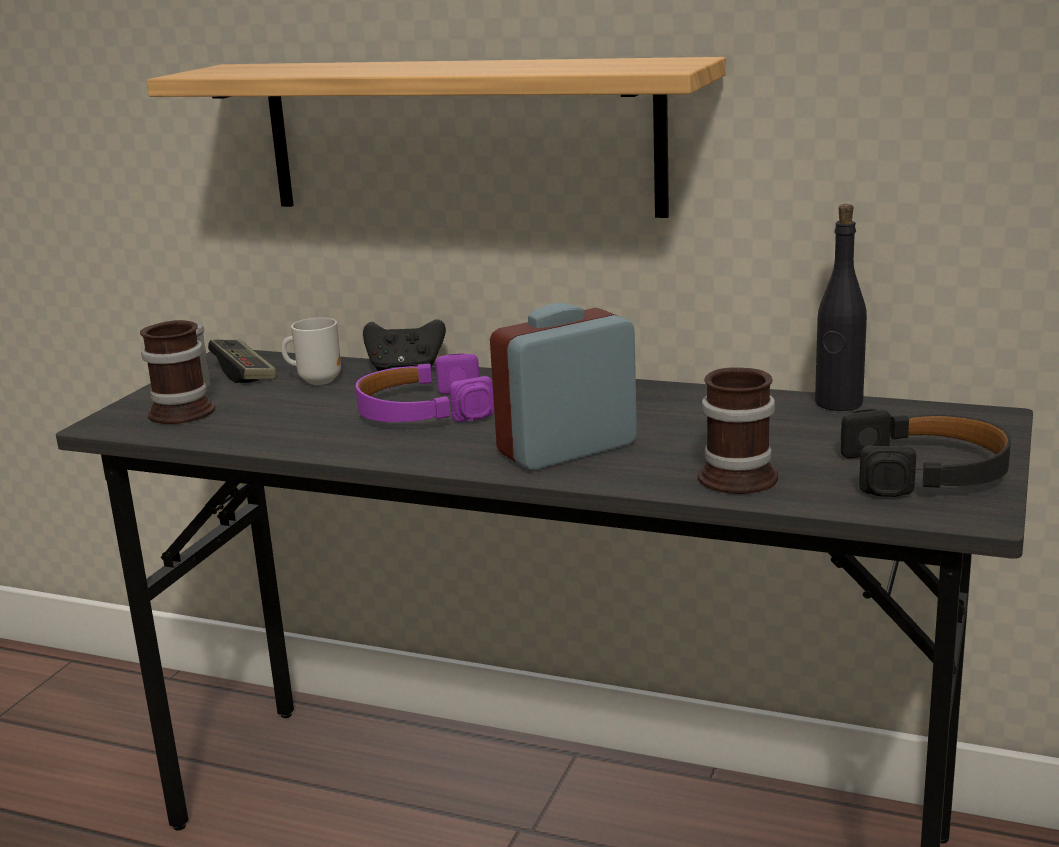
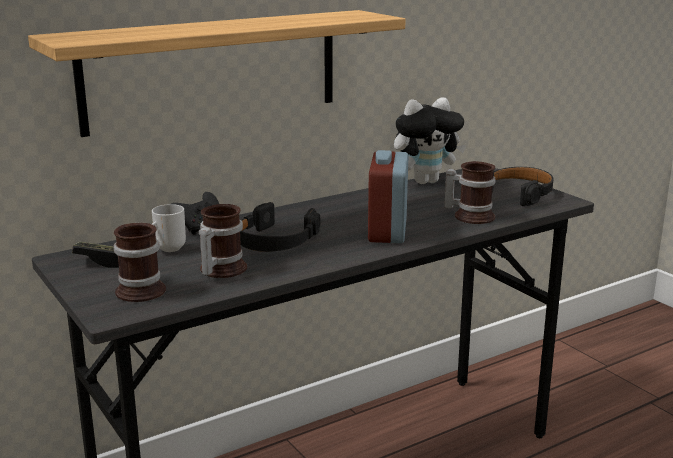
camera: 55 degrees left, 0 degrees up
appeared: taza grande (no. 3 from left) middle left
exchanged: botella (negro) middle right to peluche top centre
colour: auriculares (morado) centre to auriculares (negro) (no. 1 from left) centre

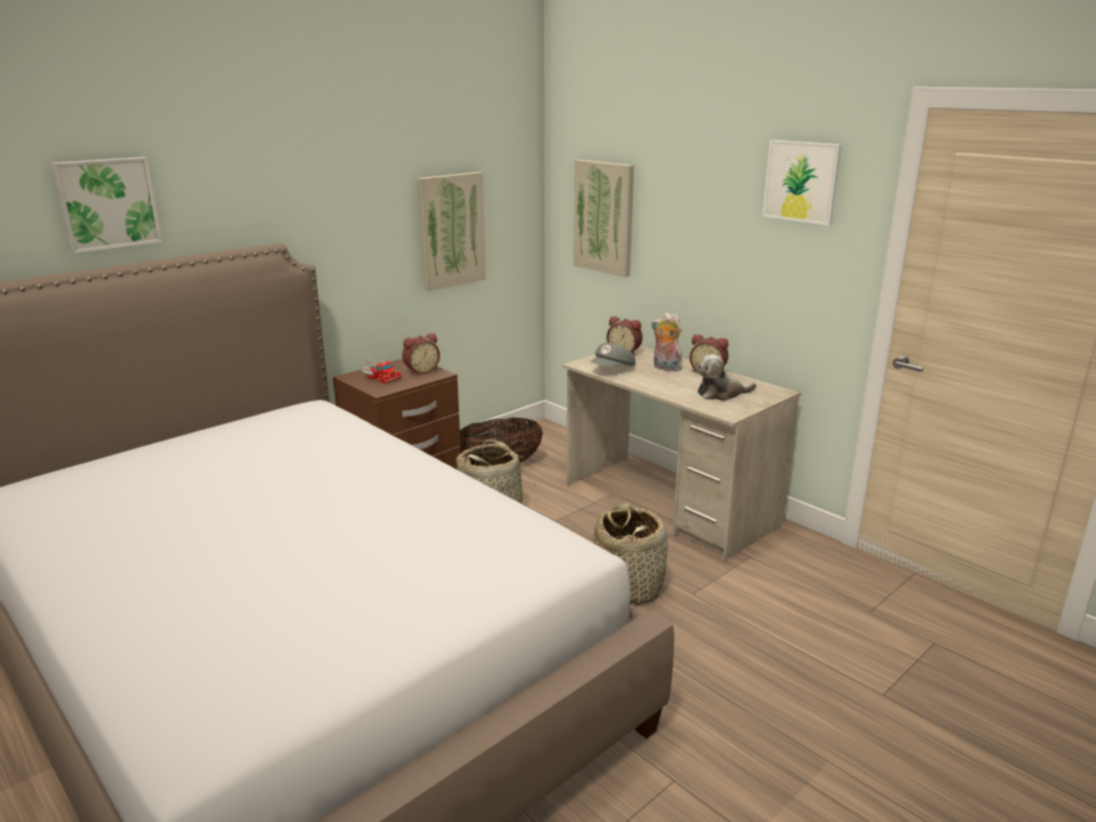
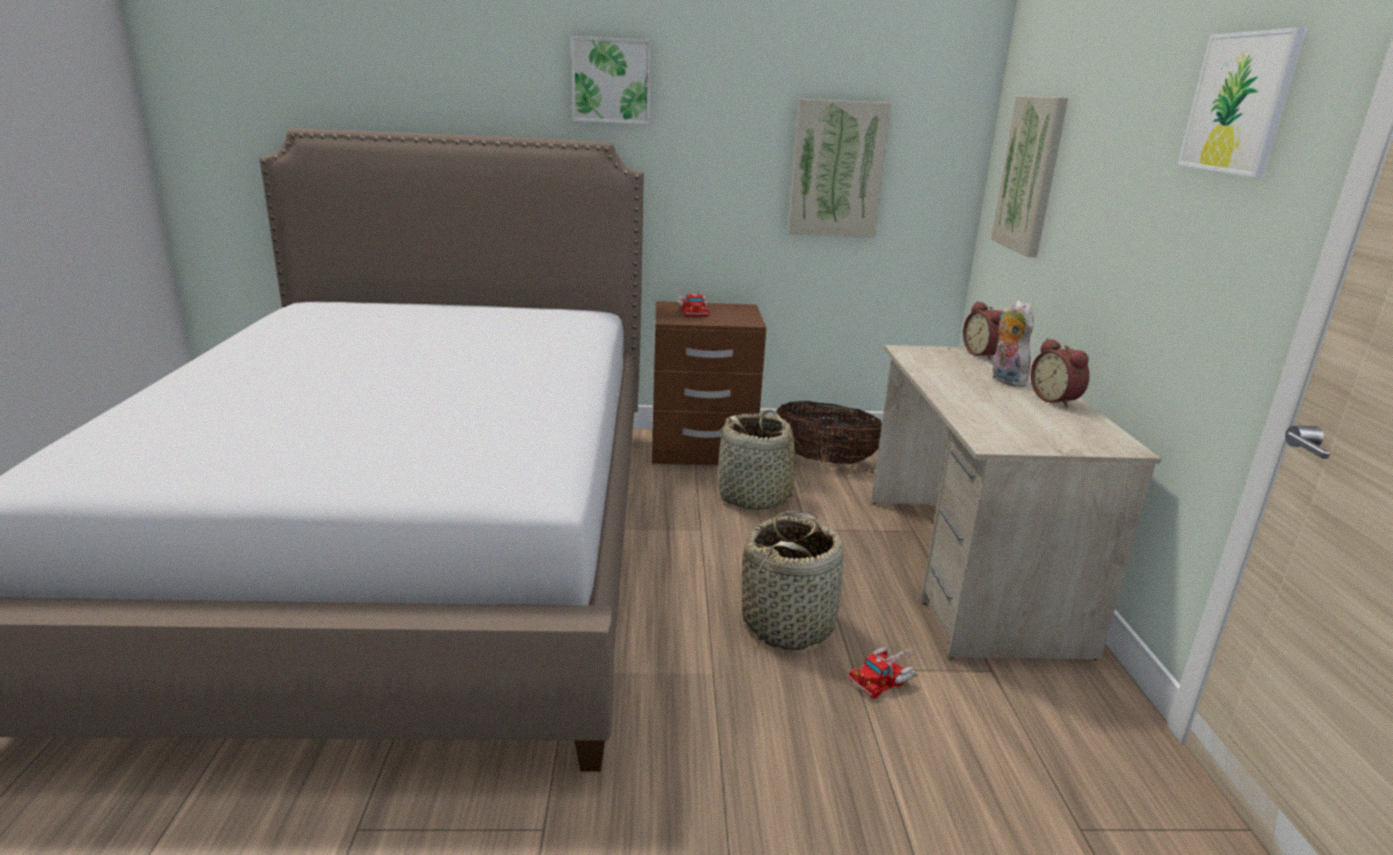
camera: 40 degrees right, 0 degrees up
missing: despertador (no. 1 from left) centre; gorra (gris) centre; peluche (no. 2 from left) centre
appeared: camión de juguete (no. 2 from left) bottom centre
relocated: cuadro (no. 1 from left) top left to top centre

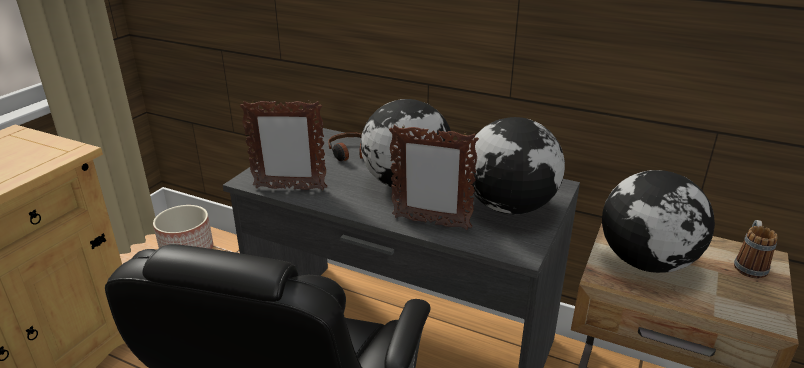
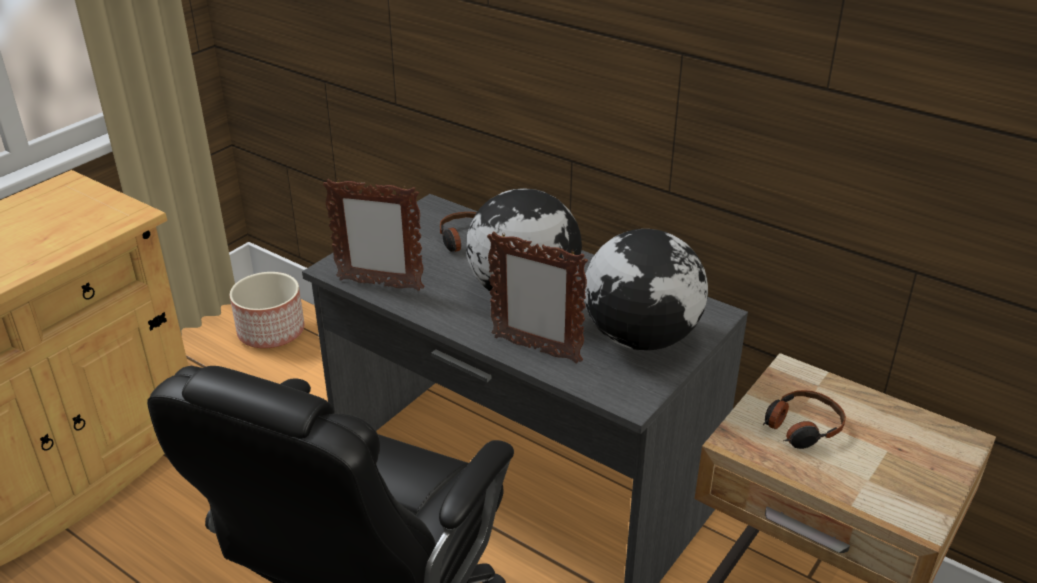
camera: 10 degrees right, 5 degrees up
missing: taza grande bottom right
exchanged: globo terráqueo (no. 3 from left) middle right to auriculares (no. 2 from left) bottom right

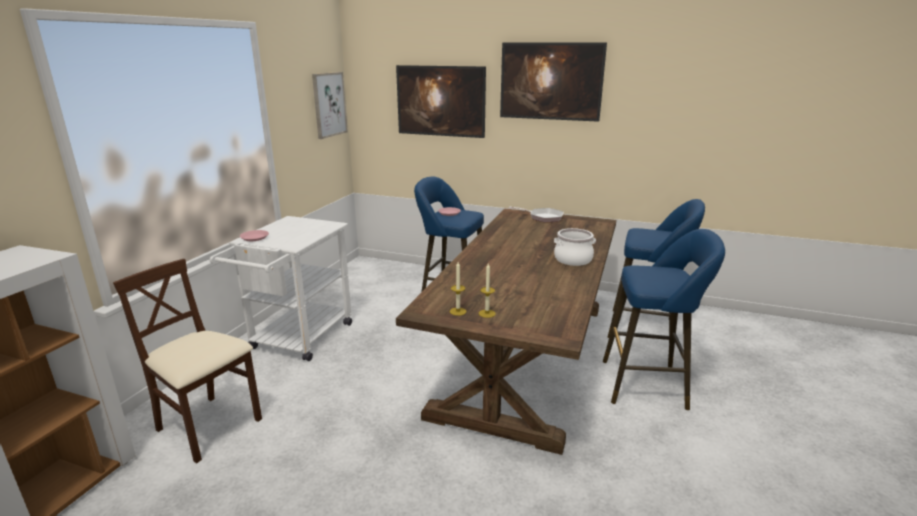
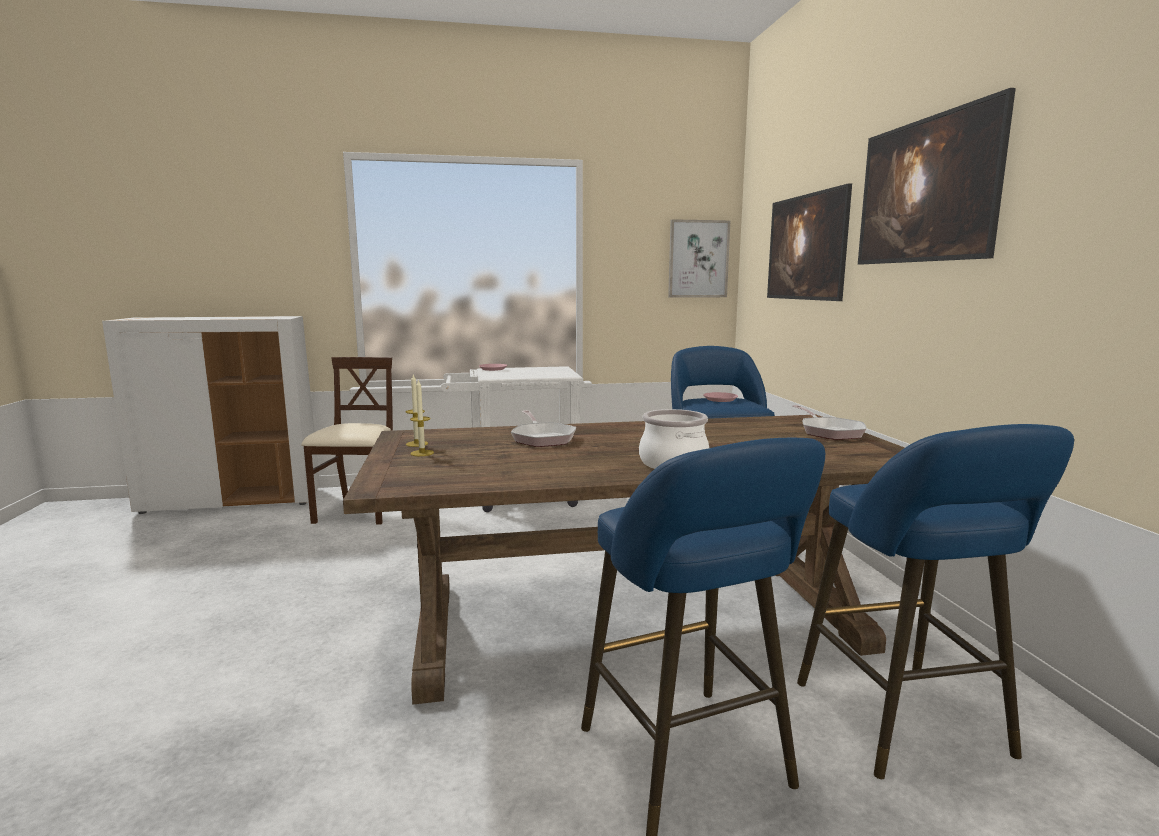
camera: 60 degrees right, 10 degrees down
appeared: sartén (no. 1 from left) centre

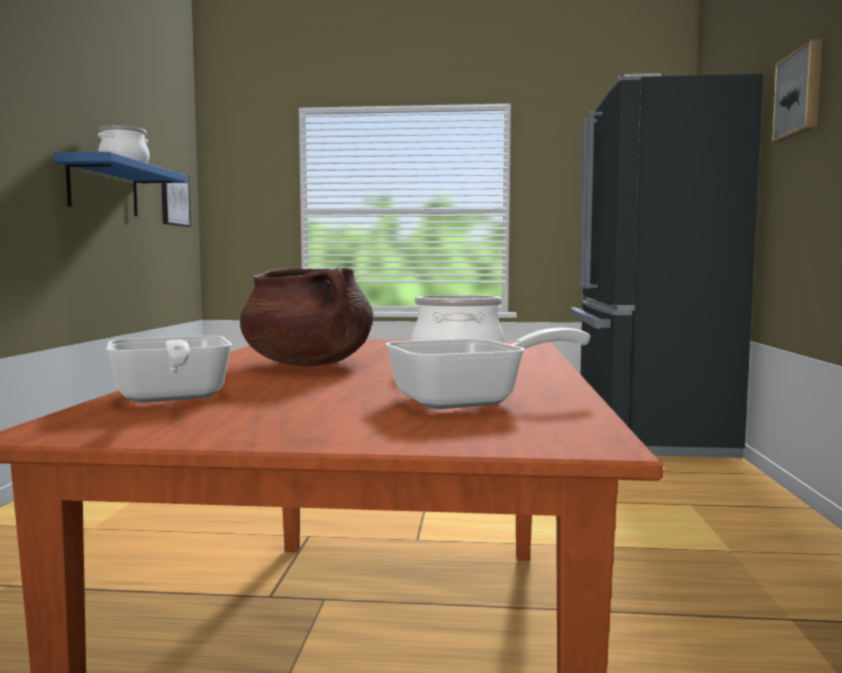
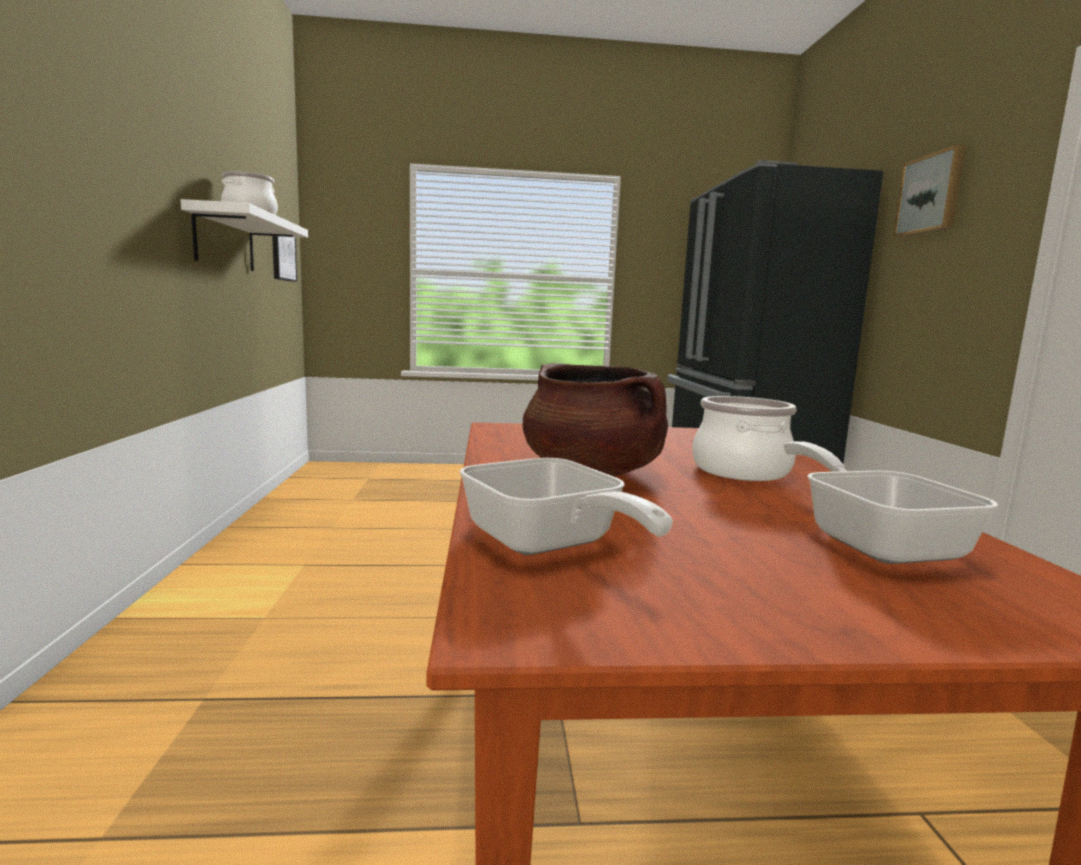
camera: 10 degrees left, 5 degrees up
colour: estante (azul) top left to estante (blanco) top left
spun: sartén (no. 2 from left) centre = middle right 75 degrees counterclockwise

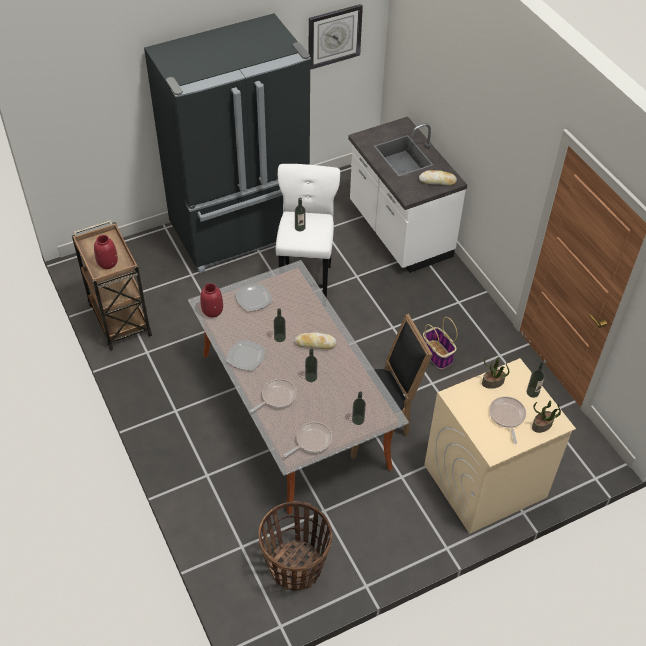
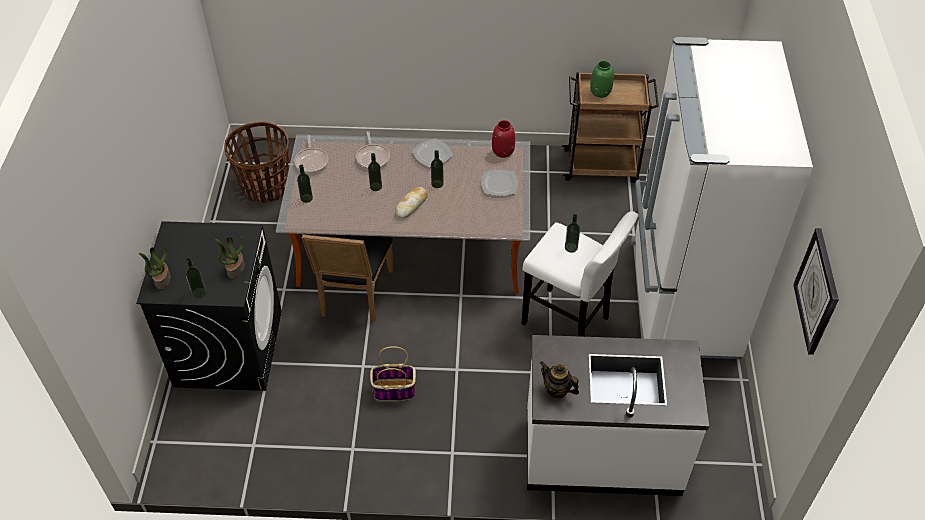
camera: 120 degrees right, 0 degrees up
missing: sartén (no. 3 from left) middle right
exchanged: pan (no. 2 from left) top right to tetera bottom centre
colour: lavadora (beis) bottom right to lavadora (negro) middle left; florero (rojo) (no. 1 from left) middle left to florero (verde) top centre; nevera (negro) top centre to nevera (blanco) middle right

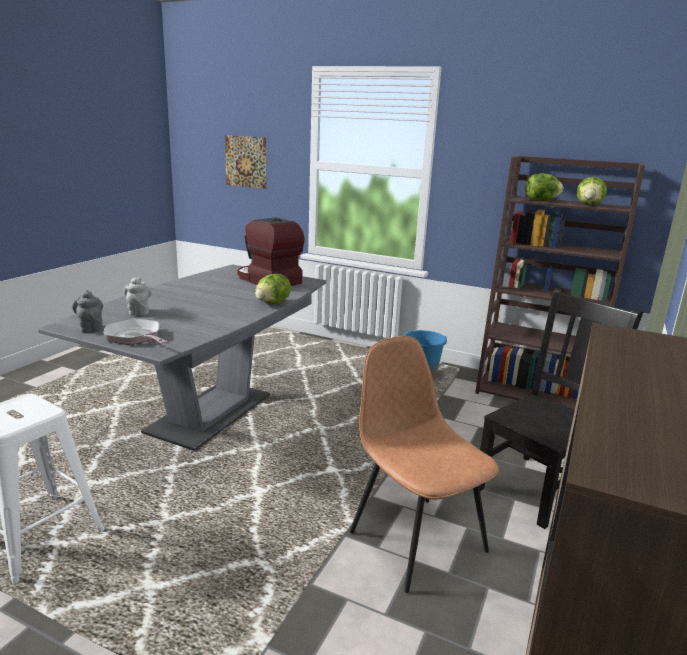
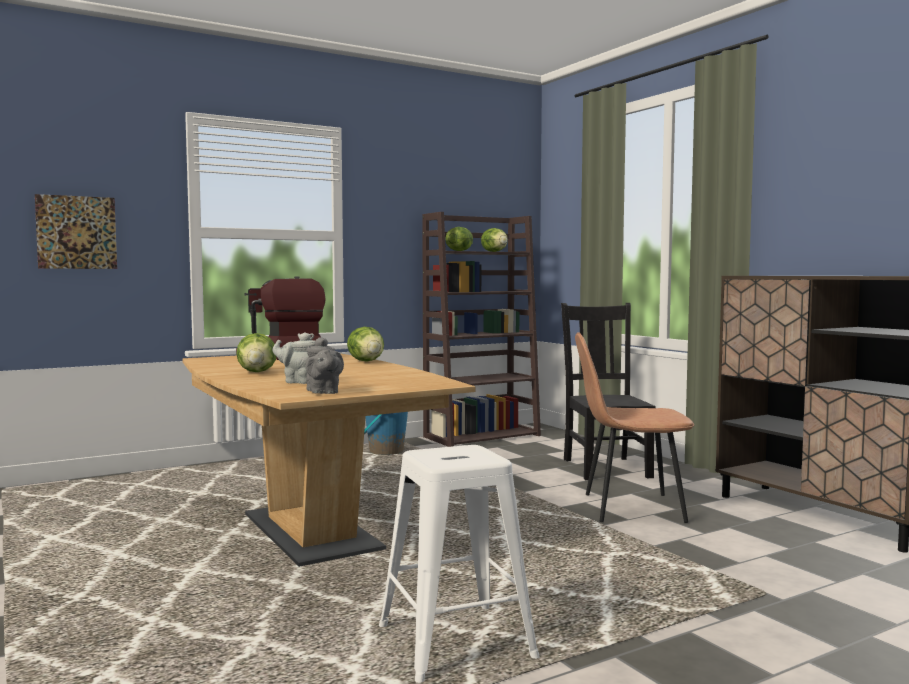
camera: 55 degrees left, 15 degrees down
missing: sartén middle left
appeared: lechuga (no. 1 from left) middle left
colour: mesa de comedor (gris) middle left to mesa de comedor (marrón) bottom centre
spun: tetera (gris) (no. 1 from left in the first image) middle left = centre 120 degrees counterclockwise

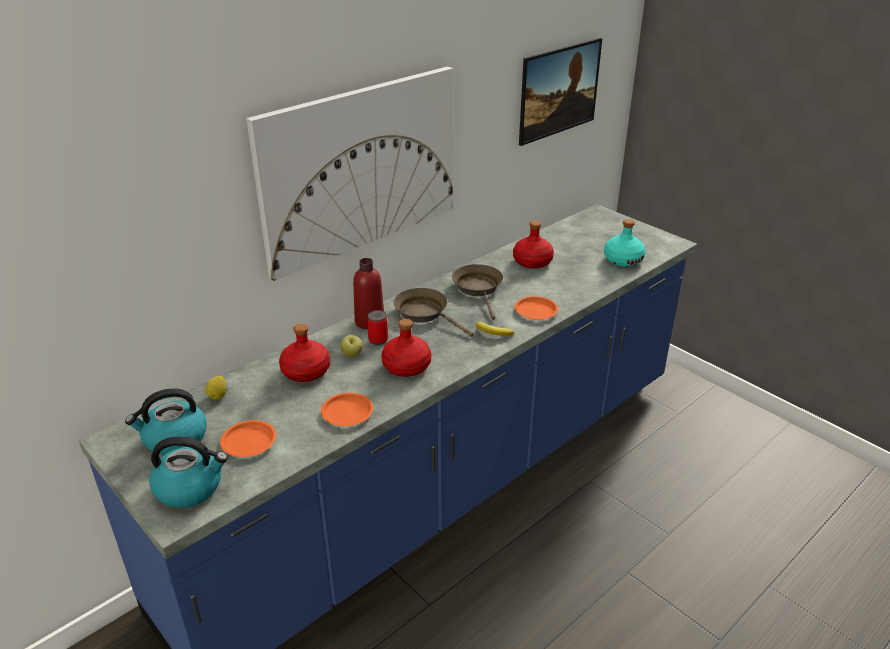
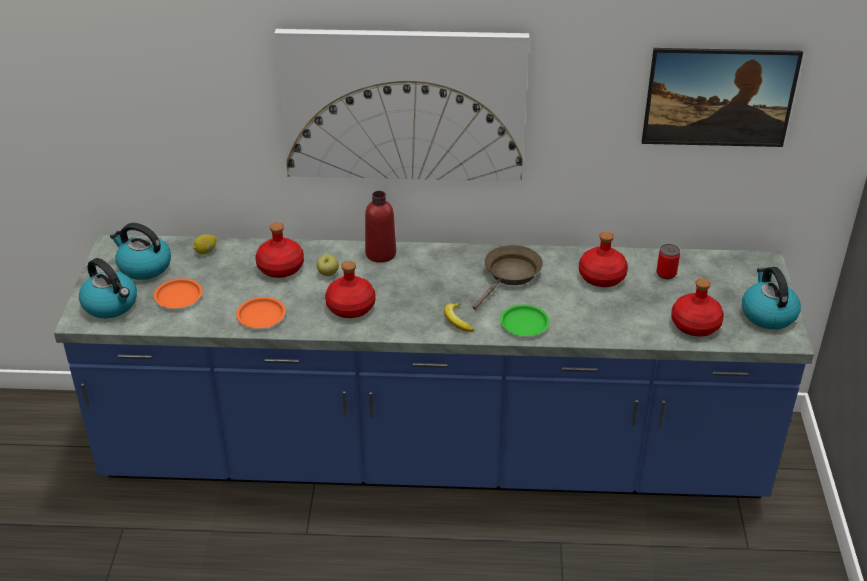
camera: 45 degrees right, 5 degrees up
missing: sartén (marrón) (no. 1 from left) centre
appeared: hervidor (no. 3 from left) middle right
relocated: lata centre to middle right
colour: plato (naranja) (no. 3 from left) centre to plato (verde) centre; botella (turquesa) middle right to botella (rojo) (no. 5 from left) middle right

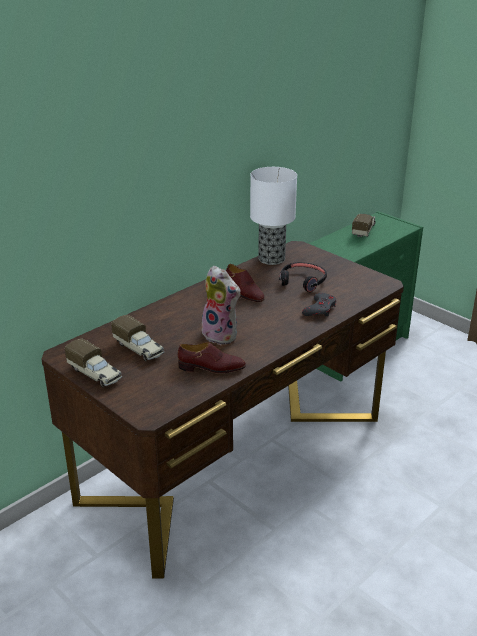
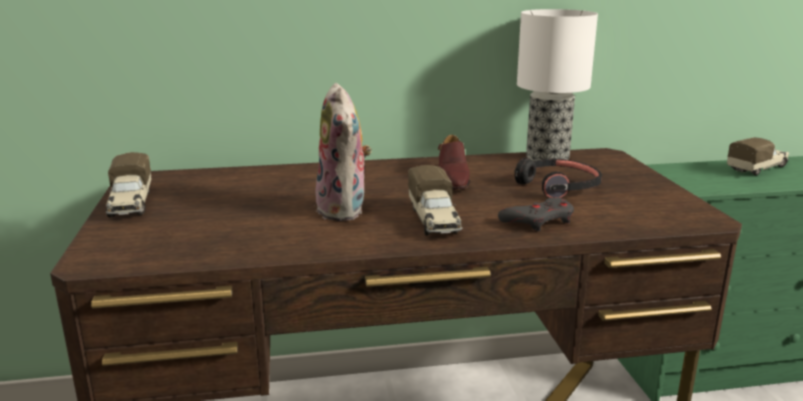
camera: 35 degrees right, 10 degrees down
missing: zapato (marrón) (no. 1 from left) centre
relocated: camión de juguete (no. 2 from left) middle left to centre

